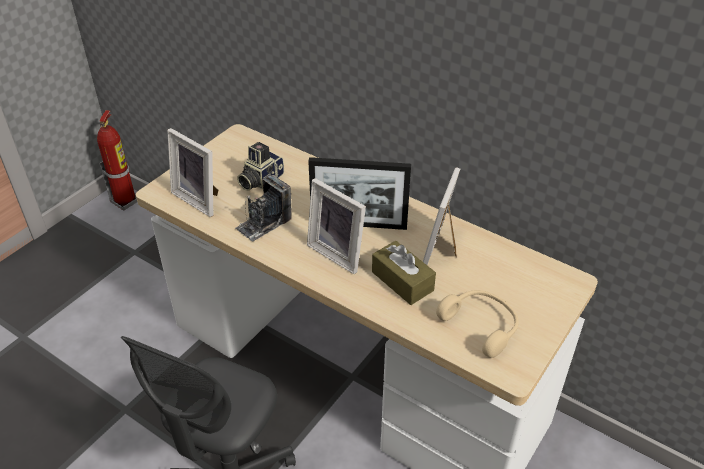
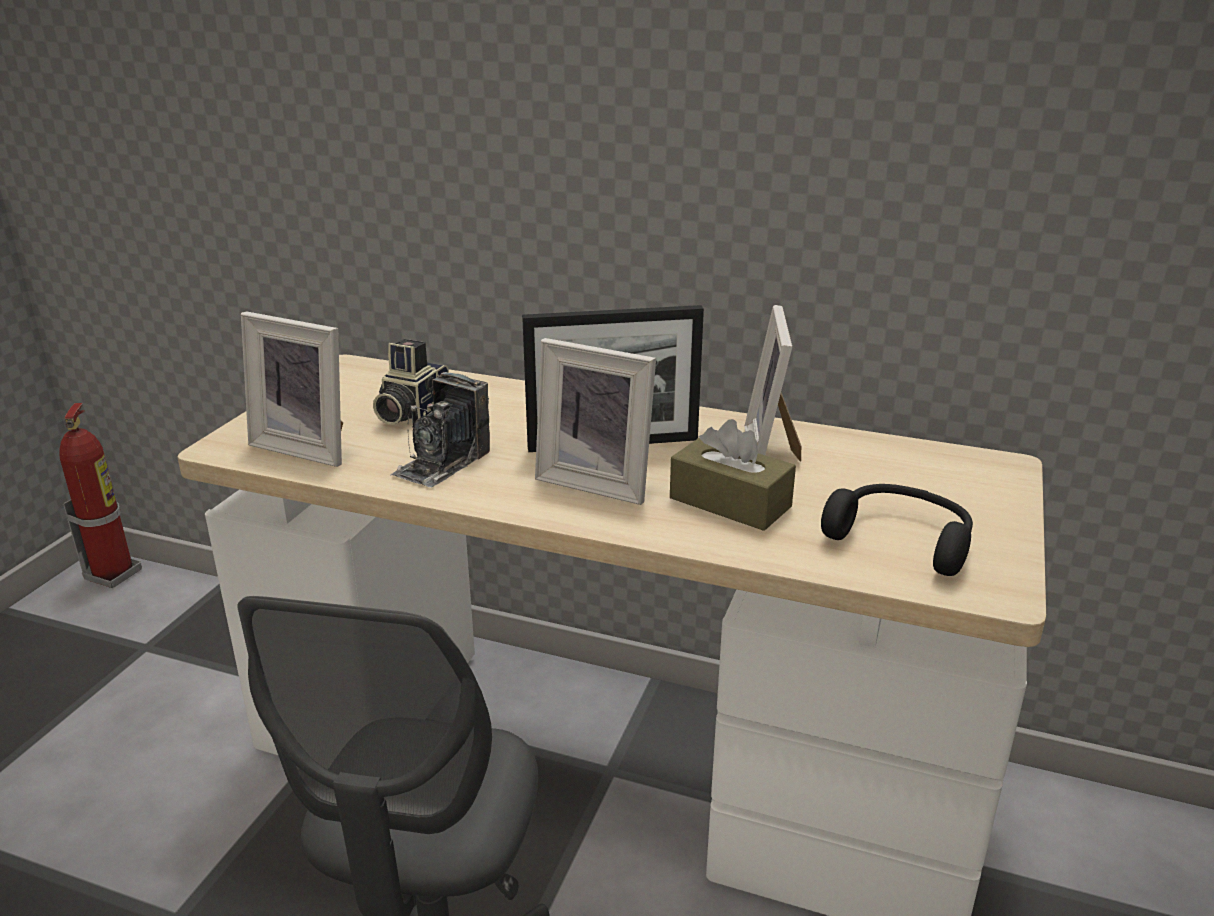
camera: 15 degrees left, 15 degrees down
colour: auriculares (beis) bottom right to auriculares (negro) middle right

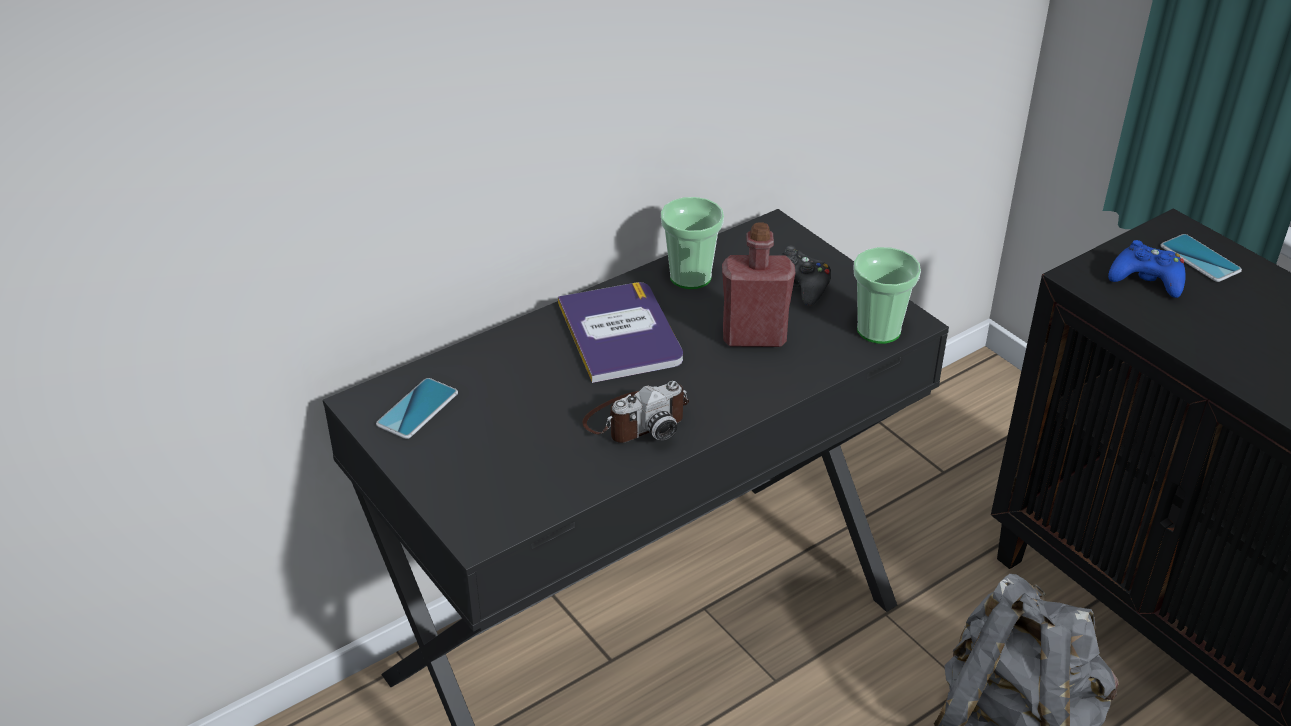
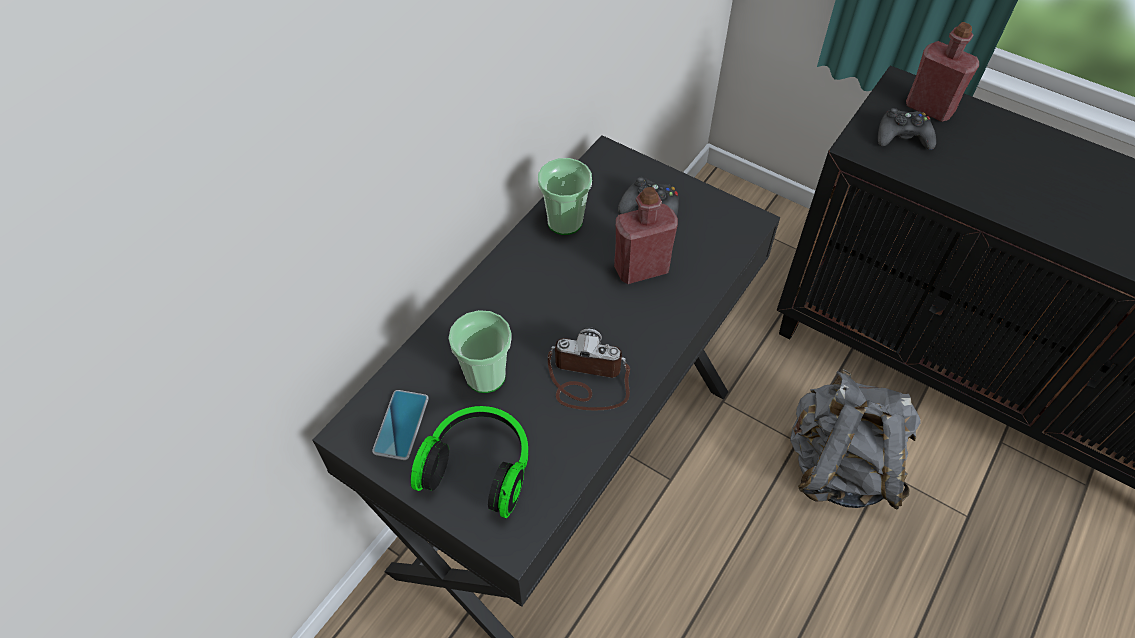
camera: 20 degrees left, 15 degrees up
missing: libro centre
appeared: auriculares bottom centre
relocated: taza (no. 2 from left in the first image) middle right to taza (no. 1 from left) centre
exchanged: móvil (no. 2 from left) middle right to botella (rojo) (no. 2 from left) top right
colour: mando de consola (azul) middle right to mando de consola (negro) (no. 2 from left) top right
spun: cámara centre = centre 120 degrees counterclockwise

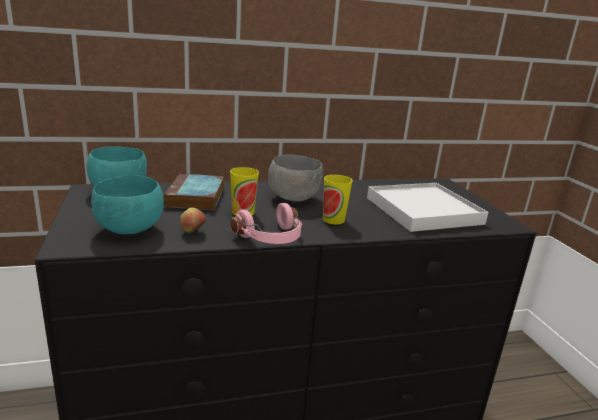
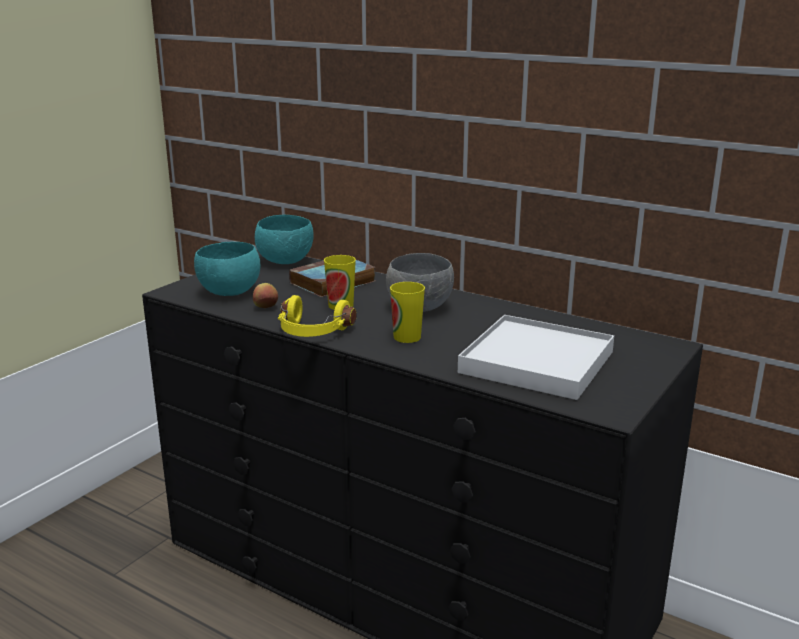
camera: 50 degrees right, 0 degrees up
colour: auriculares (rosa) centre to auriculares (amarillo) centre

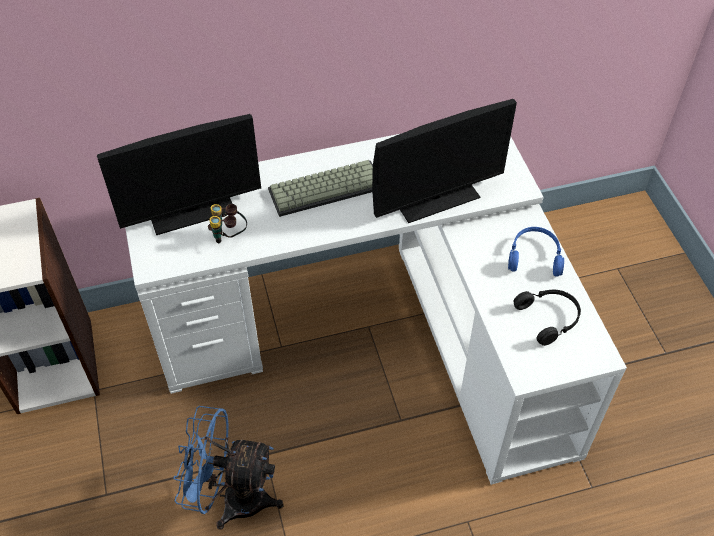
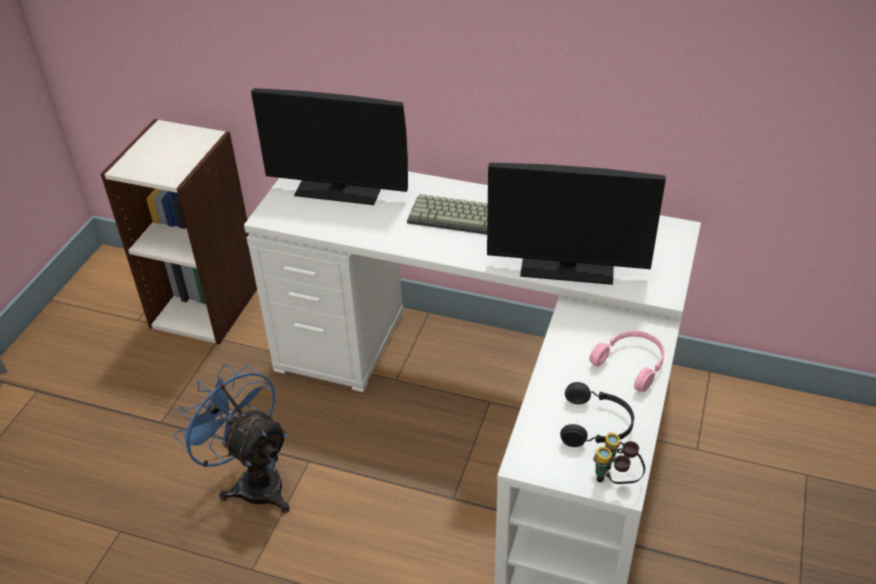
camera: 35 degrees right, 10 degrees down
relocated: prismáticos middle left to bottom right
colour: auriculares (azul) middle right to auriculares (rosa) middle right

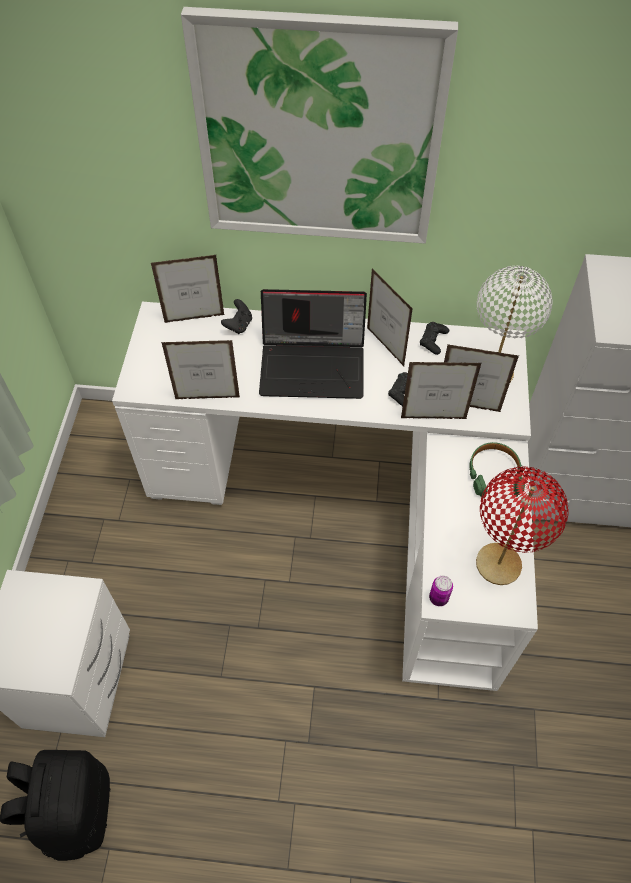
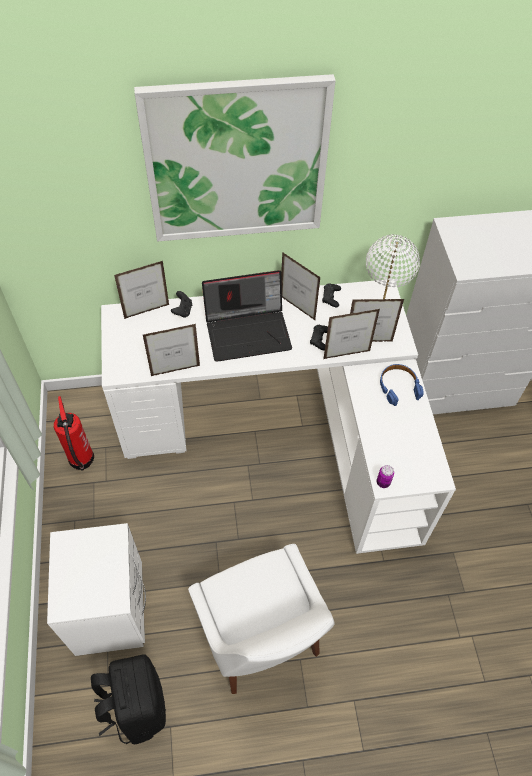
camera: 15 degrees left, 0 degrees up
missing: lámpara de mesa (rojo) middle right
appeared: extintor middle left; silla (blanco) bottom centre
colour: auriculares (verde) middle right to auriculares (azul) middle right

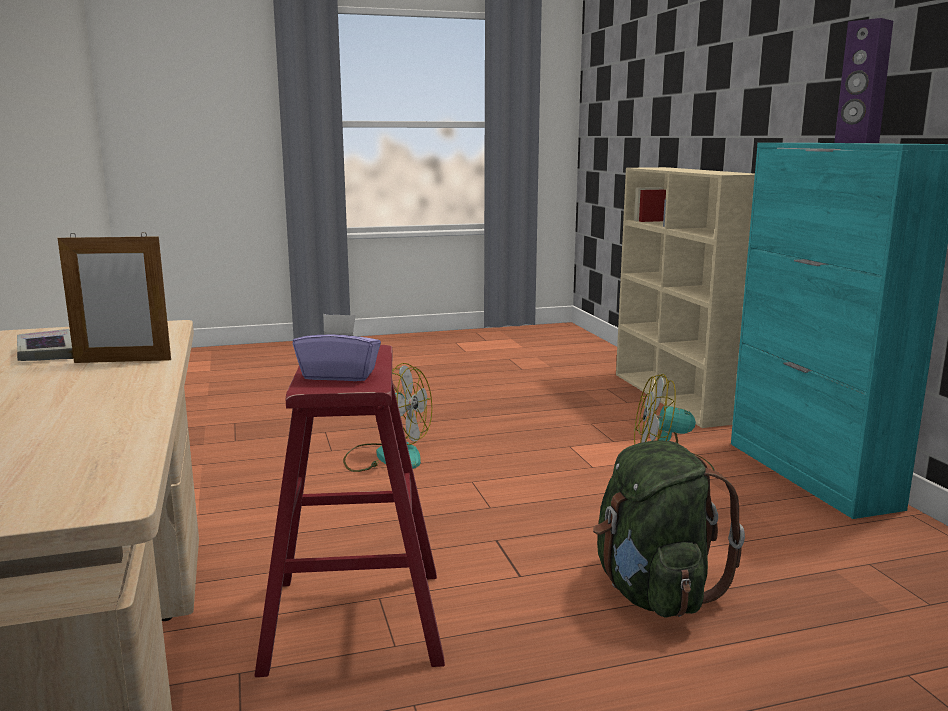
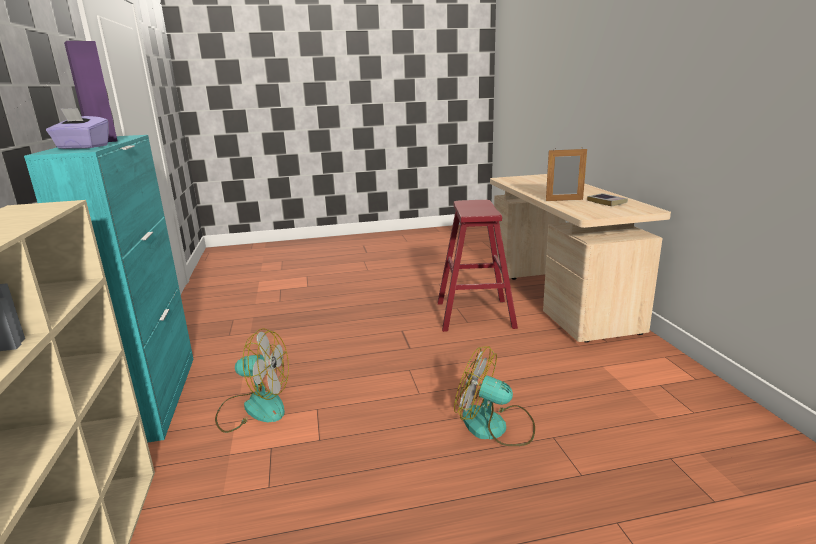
camera: 175 degrees left, 5 degrees up
missing: mochila (verde) bottom right
relocated: caja de pañuelos (morado) centre to top left

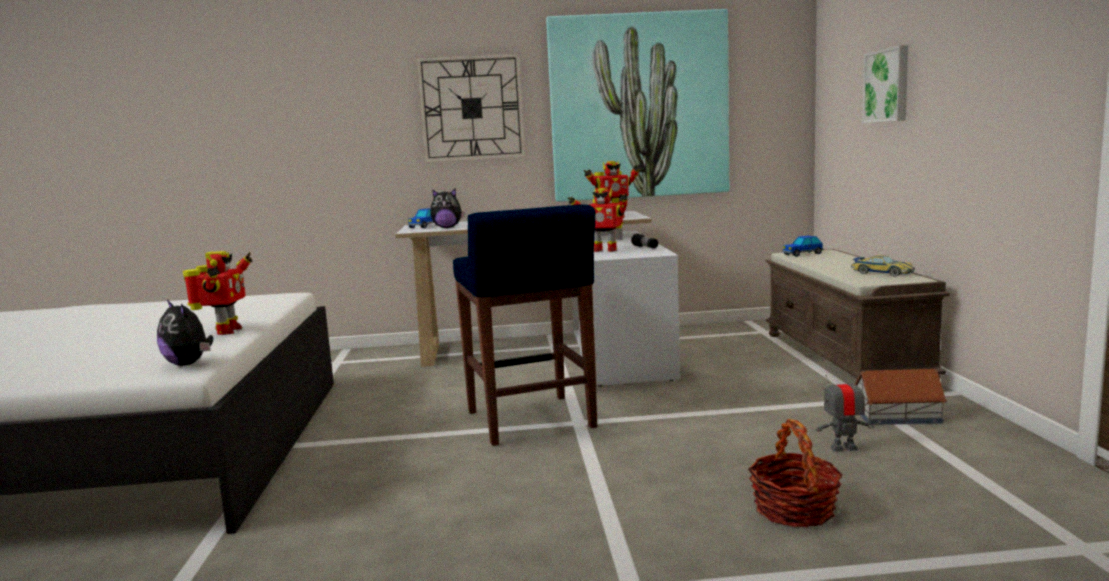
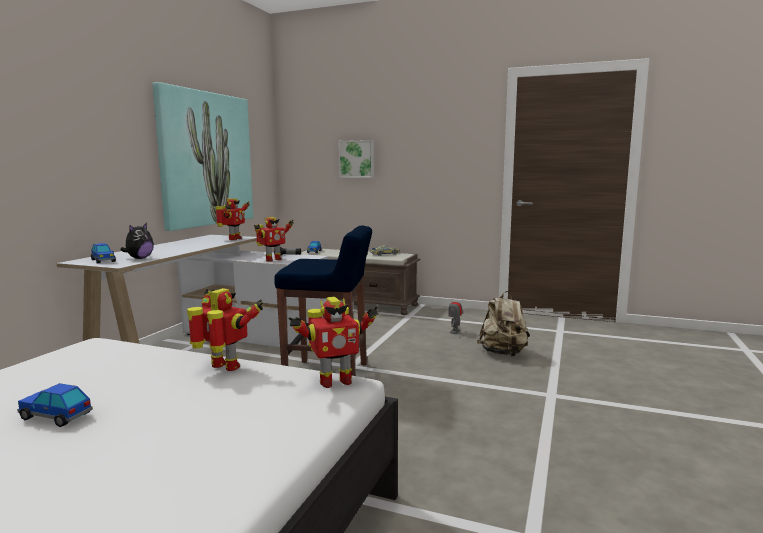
camera: 65 degrees left, 0 degrees up
missing: reloj de pared top centre; casita bottom right
appeared: coche de juguete (no. 1 from left) bottom left
exchanged: peluche (no. 1 from left) middle left to robot de juguete (no. 4 from left) centre; cesta bottom right to mochila (beis) centre

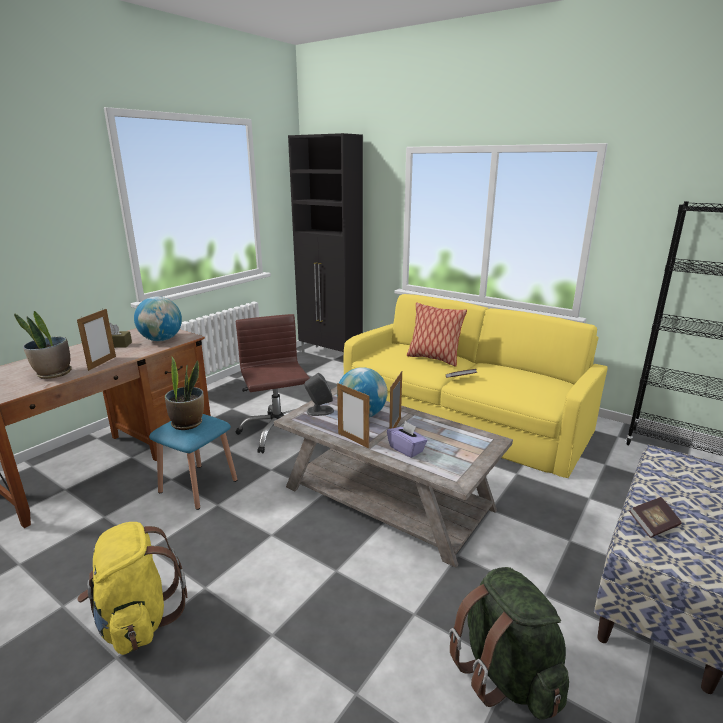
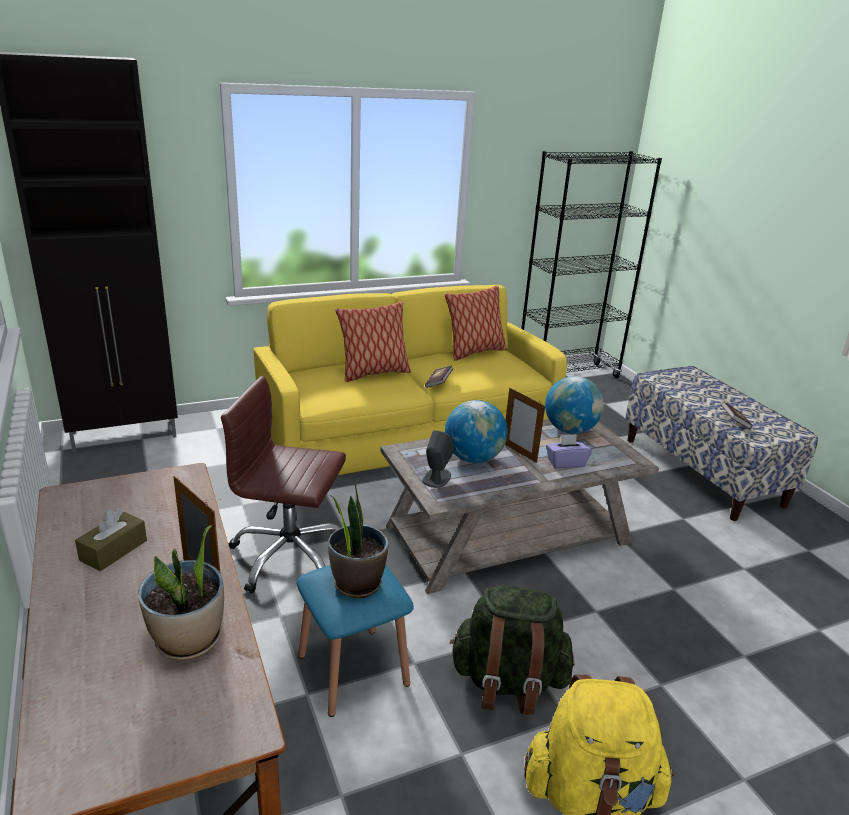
camera: 60 degrees left, 5 degrees up
missing: portarretratos (no. 2 from left) centre
appeared: cojín (no. 2 from left) centre
relocated: mochila (verde) bottom right to bottom centre; globo terráqueo (no. 1 from left in the first image) middle left to globo terráqueo (no. 2 from left) middle right

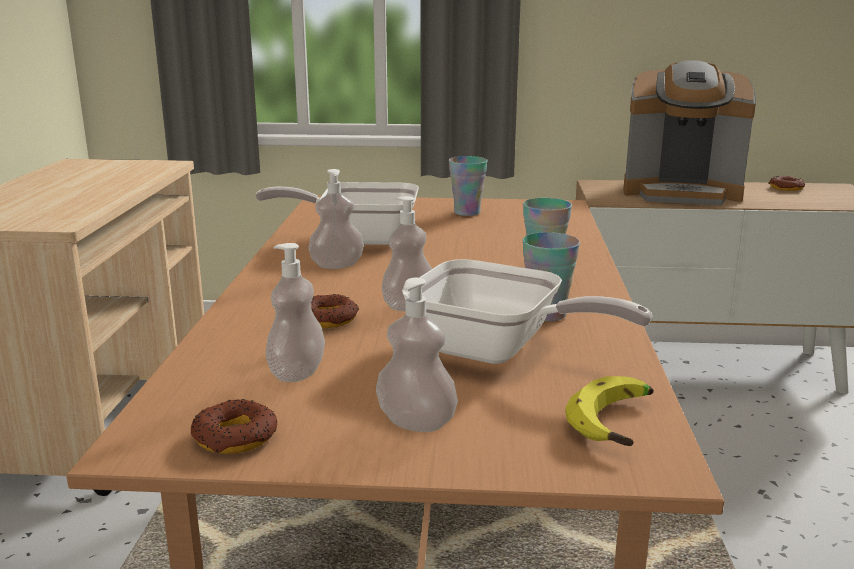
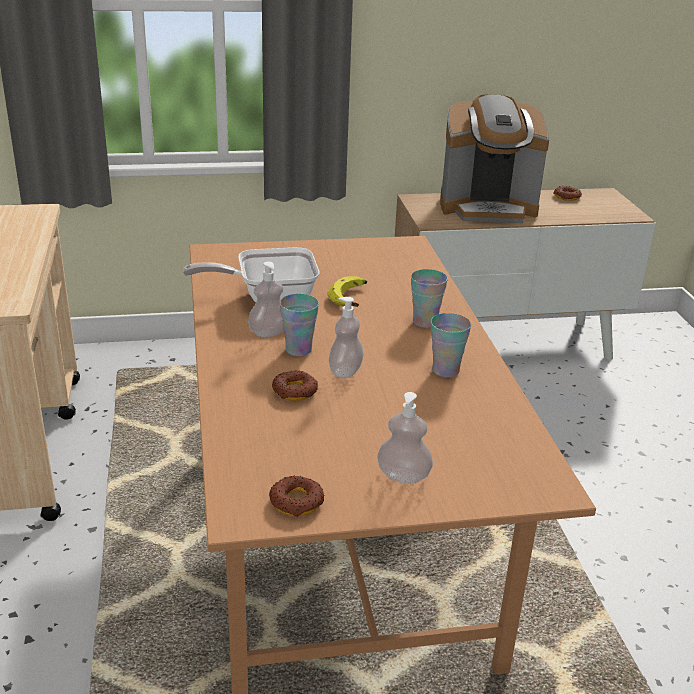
camera: 15 degrees left, 10 degrees up
missing: dispensador de jabón (no. 1 from left) centre; sartén (no. 2 from left) centre
relocated: taza (no. 1 from left) top centre to centre; plátano bottom right to centre

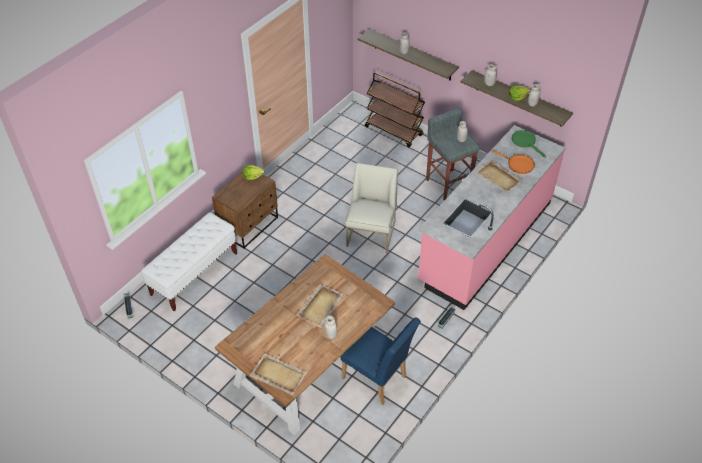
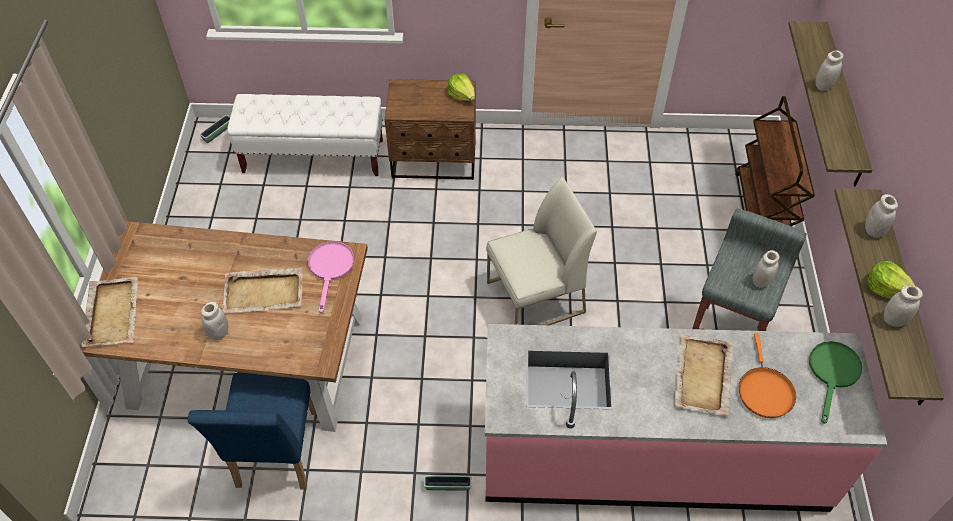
camera: 55 degrees right, 5 degrees up
appeared: sartén (rosa) centre

